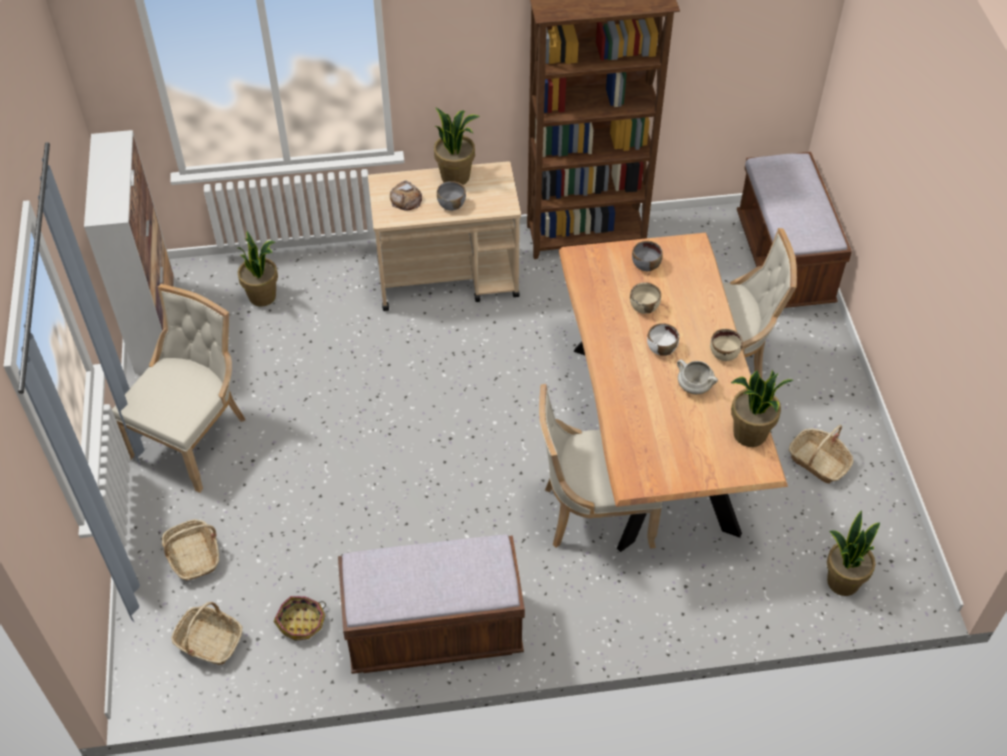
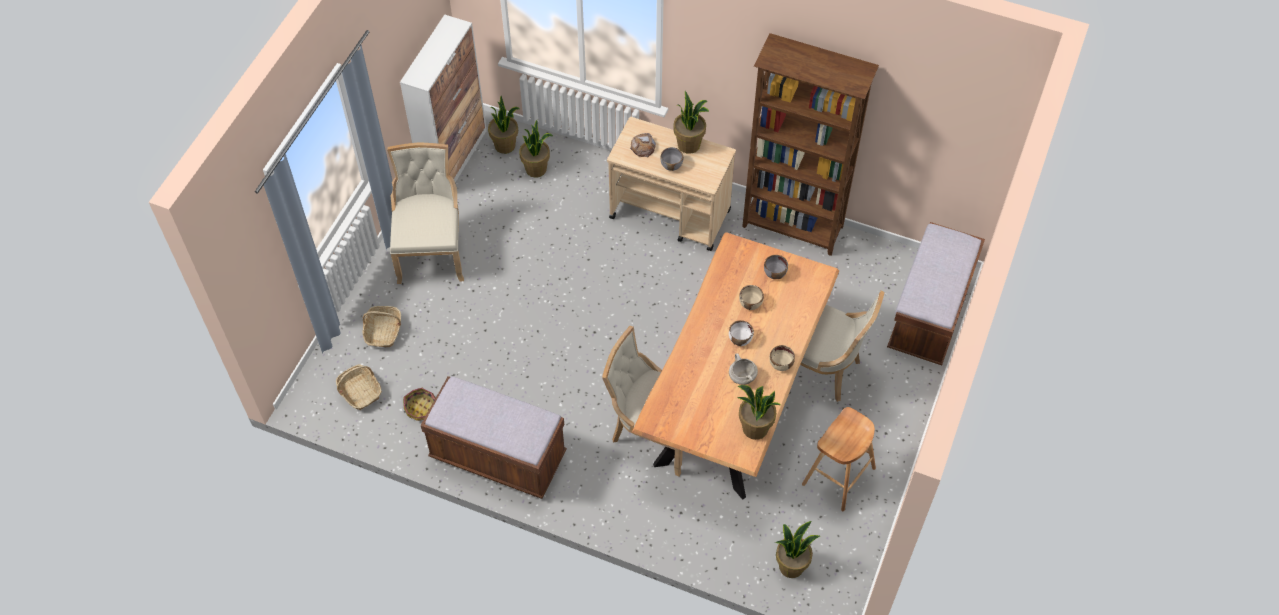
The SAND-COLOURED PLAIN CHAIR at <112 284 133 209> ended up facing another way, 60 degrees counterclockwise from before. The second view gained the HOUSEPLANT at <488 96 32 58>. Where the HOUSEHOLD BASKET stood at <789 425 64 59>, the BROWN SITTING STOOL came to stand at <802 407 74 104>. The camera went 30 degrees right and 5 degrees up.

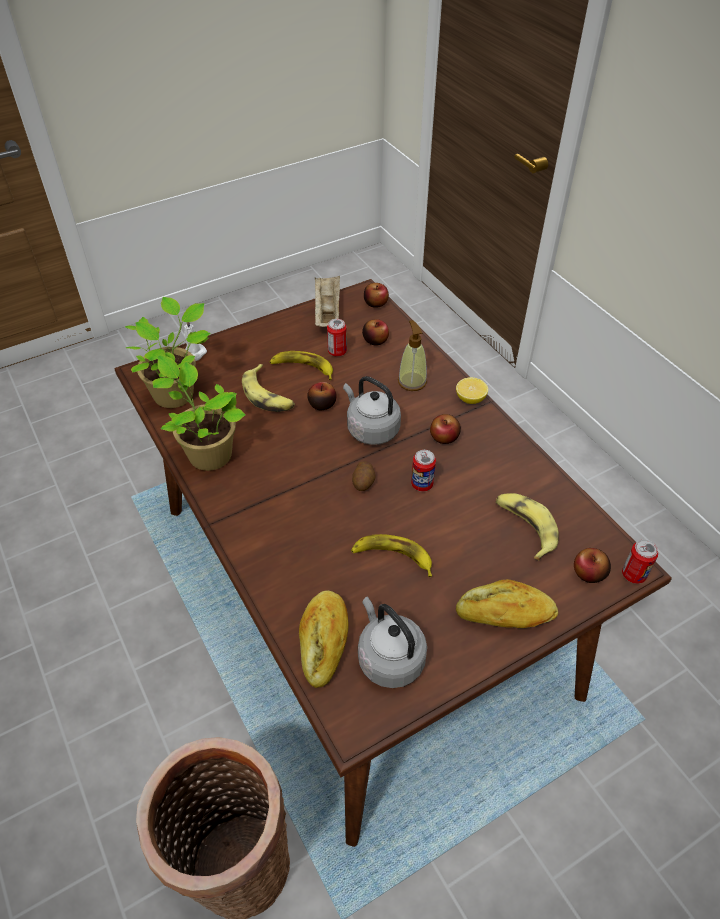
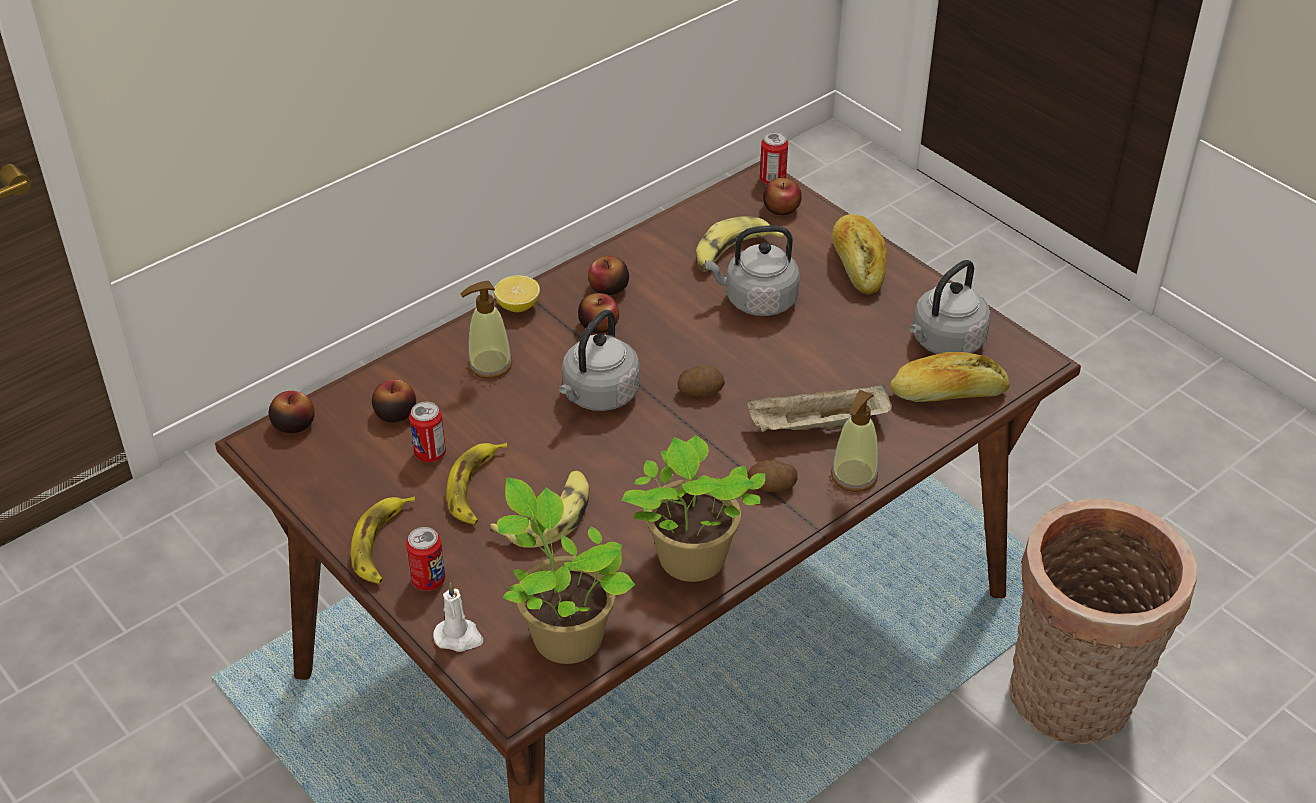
The BANANA FRUIT ended up elsewhere, having gone from <351 534 81 43> to <351 497 64 87>. The CAN ended up elsewhere, having gone from <411 450 25 42> to <406 527 40 64>. The APPLE ended up elsewhere, having gone from <307 382 30 28> to <588 256 41 39>. The second view gained the GREY WATER KETTLE at <705 225 95 91>. The SAND-COLOURED TRAY ended up elsewhere, having gone from <315 276 25 51> to <747 384 145 48>. The second view gained the SPUD at <748 460 50 32>. The second view gained the LIQUID SOAP BOTTLE at <831 390 47 102>. The camera went 100 degrees left and 5 degrees down.

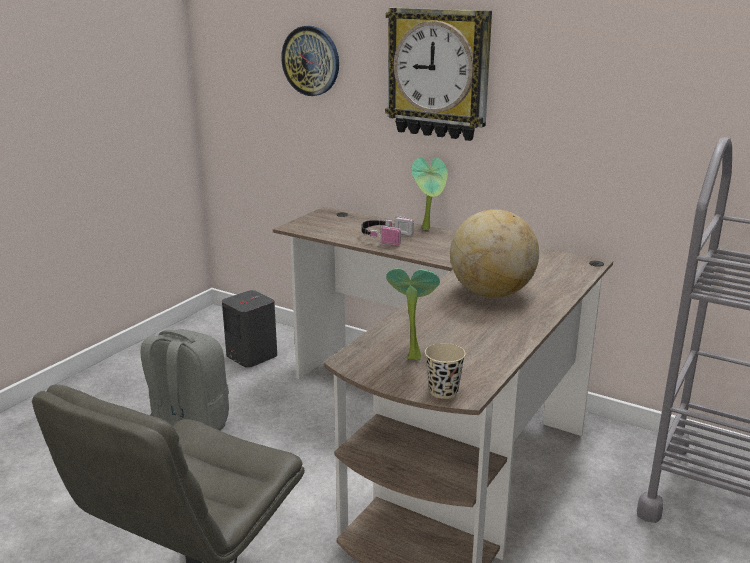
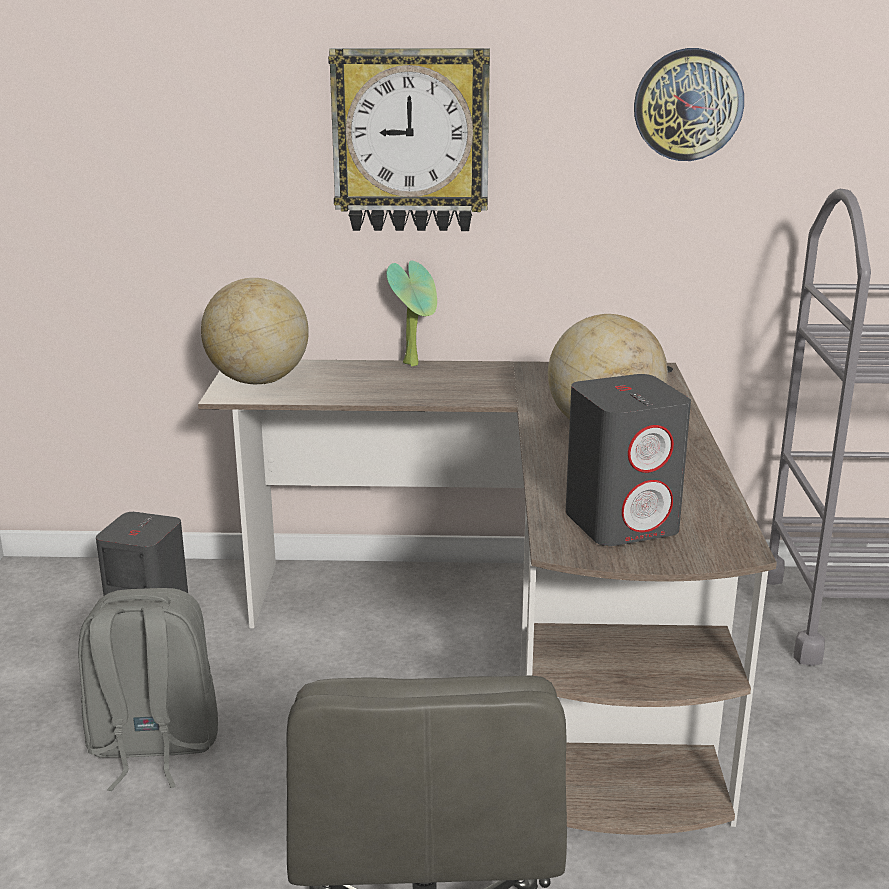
The second view gained the WORLD GLOBE at <201 278 108 106>. Where the HOUSEPLANT stood at <386 268 54 92>, the GREY SPEAKER came to stand at <565 374 126 172>. The HANGING CLOCK ended up elsewhere, having gone from <281 26 58 70> to <634 48 110 113>. The second view lost the HEADSET at <361 216 53 30>. The second view lost the SAND-COLOURED DRINKING CUP at <425 343 41 56>. The camera went 30 degrees left and 0 degrees up.

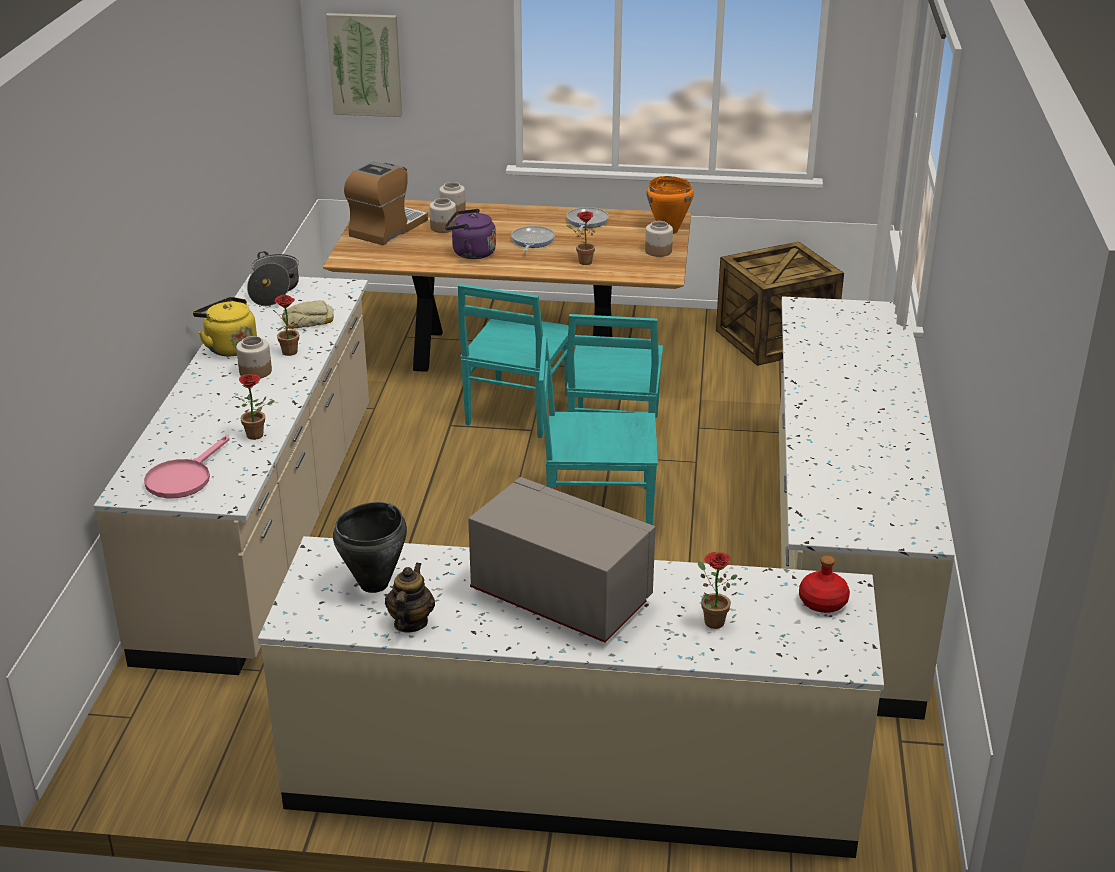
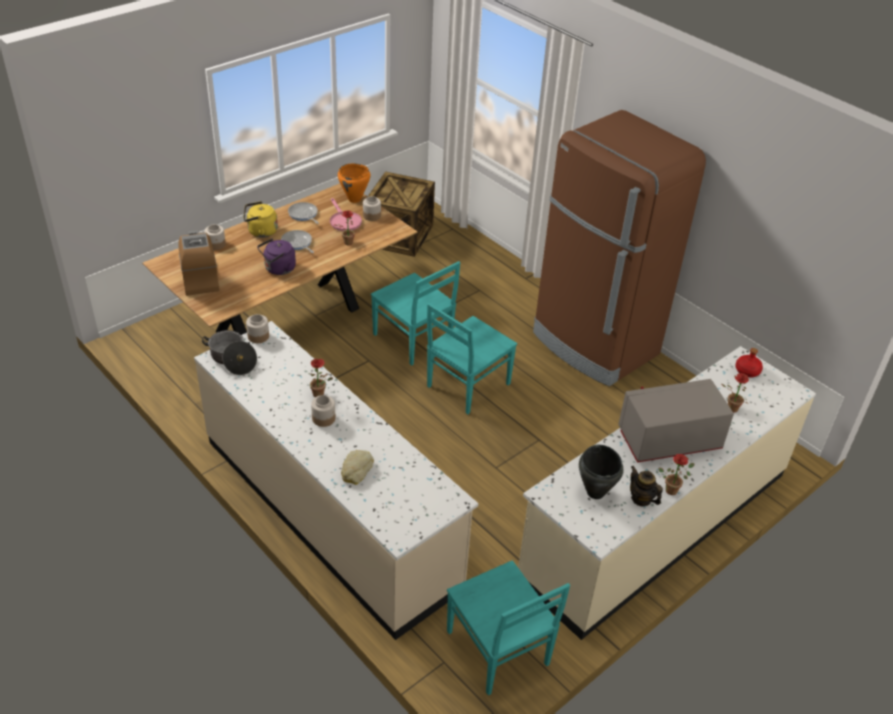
The YELLOW WATER KETTLE ended up elsewhere, having gone from <193 297 64 59> to <244 201 34 37>. The JAR ended up elsewhere, having gone from <429 198 27 35> to <246 314 23 29>. The PINKISH PAN ended up elsewhere, having gone from <144 435 86 63> to <330 198 32 33>. The BAKED BREAD ended up elsewhere, having gone from <282 300 52 29> to <341 450 33 35>. The TURQUOISE PLAIN CHAIR ended up elsewhere, having gone from <458 284 111 154> to <447 560 123 135>. Where the SAND-COLOURED COUNTER stood at <779 296 176 424>, the BROWN KITCHEN FRIDGE came to stand at <533 110 173 276>. The HOUSEPLANT ended up elsewhere, having gone from <235 374 40 66> to <658 454 36 41>. The second view lost the WALL ART at <326 13 76 104>. The camera went 50 degrees left and 10 degrees up.

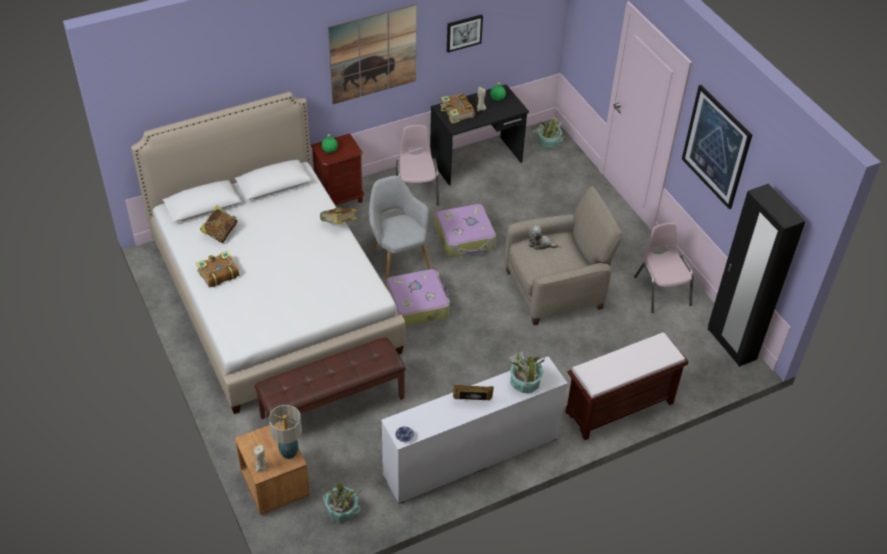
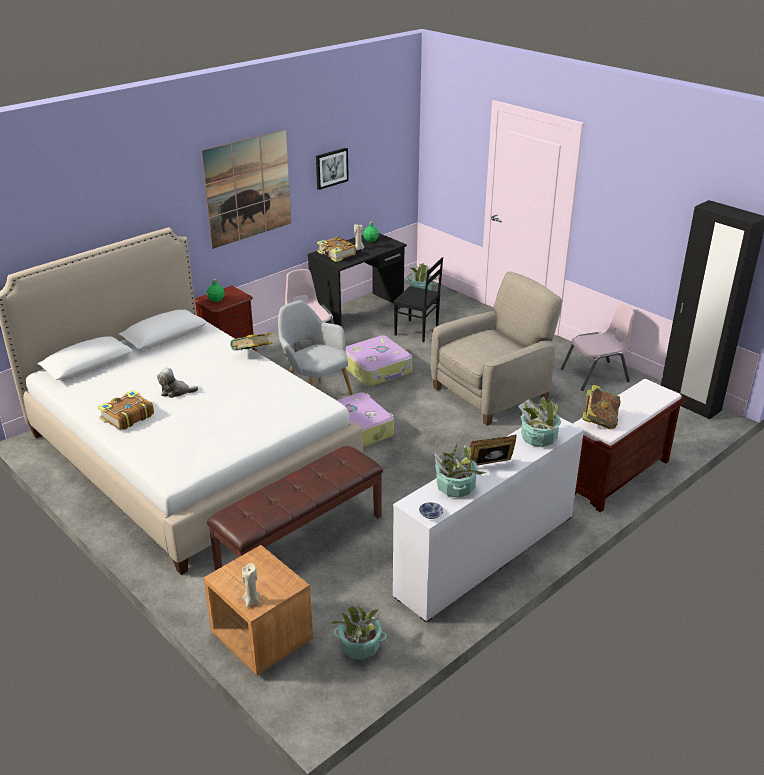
The SOFT TOY ended up elsewhere, having gone from <528 225 30 25> to <157 368 41 30>. The second view gained the BLACK PLAIN CHAIR at <393 257 50 85>. The second view gained the HOUSEPLANT at <435 443 52 55>. The PINKISH PLAIN CHAIR at <634 223 59 90> ended up facing another way, 105 degrees clockwise from before. The BOOK ended up elsewhere, having gone from <200 205 38 38> to <582 384 39 45>. The second view lost the TABLE LAMP at <269 405 33 54>. The second view lost the WALL ART at <682 85 70 124>. The camera went 15 degrees left and 15 degrees down.

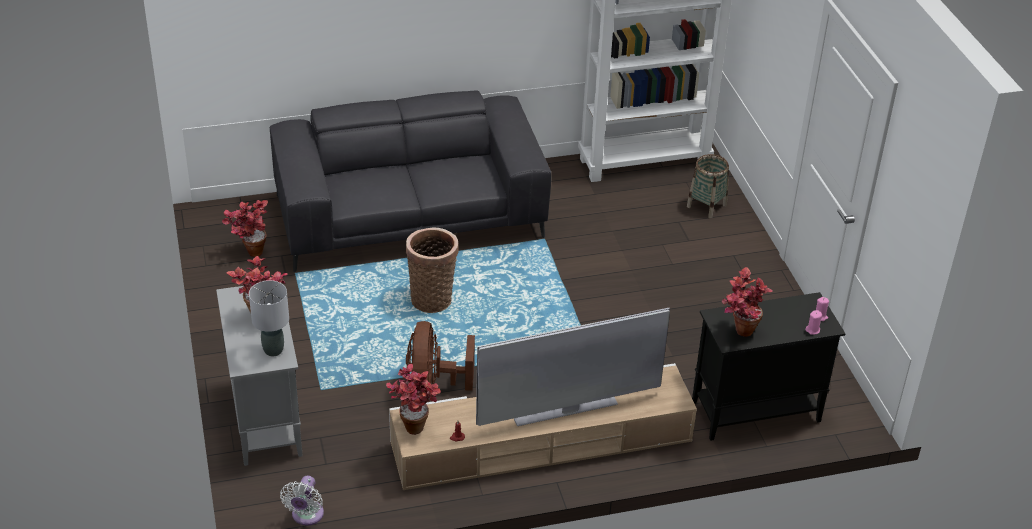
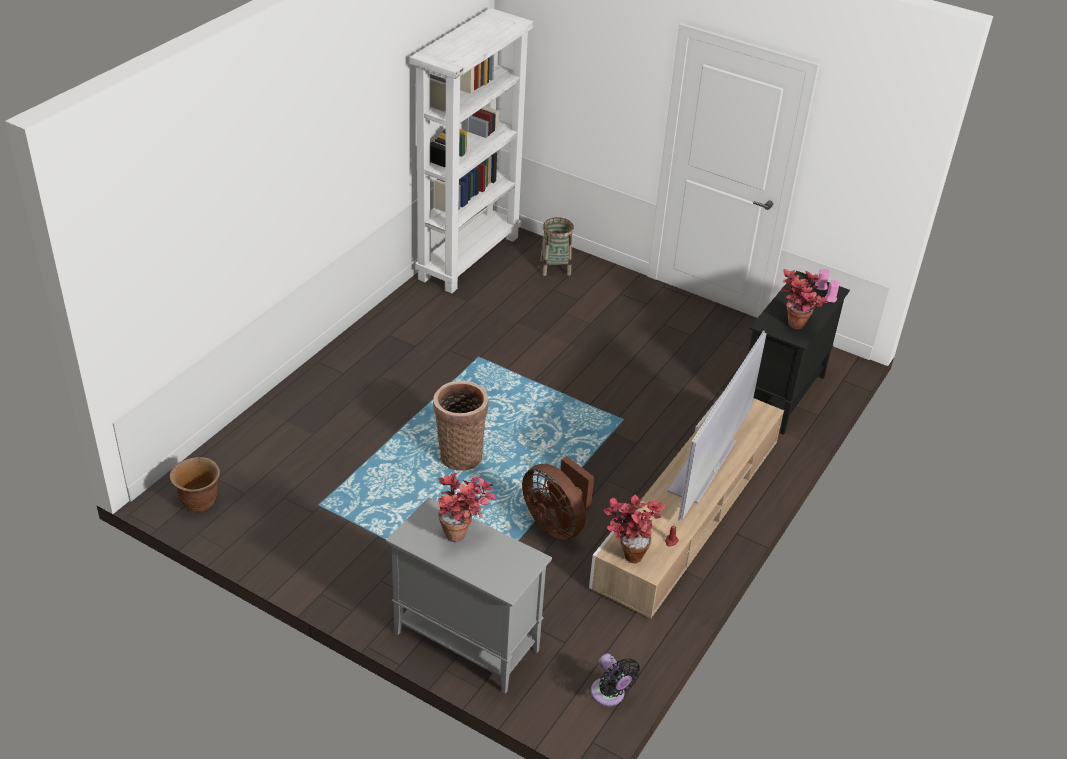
The second view gained the BROWN PLANT POT at <170 457 50 55>. What was the WHITISH ELECTRIC FAN at <280 476 44 49> turned into the BLACK ELECTRIC FAN at <591 654 49 52>. The second view lost the HOUSEPLANT at <222 200 46 57>. The second view lost the GREY TABLE LAMP at <249 280 40 76>. The second view lost the GREY COUCH at <270 90 281 182>. The camera went 45 degrees left and 0 degrees up.

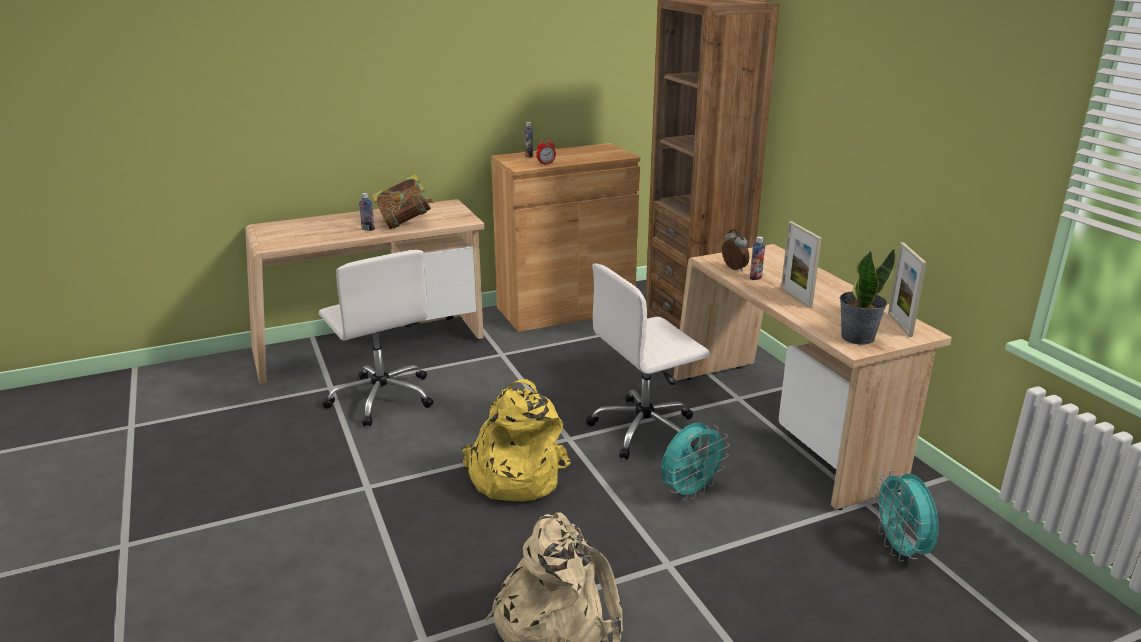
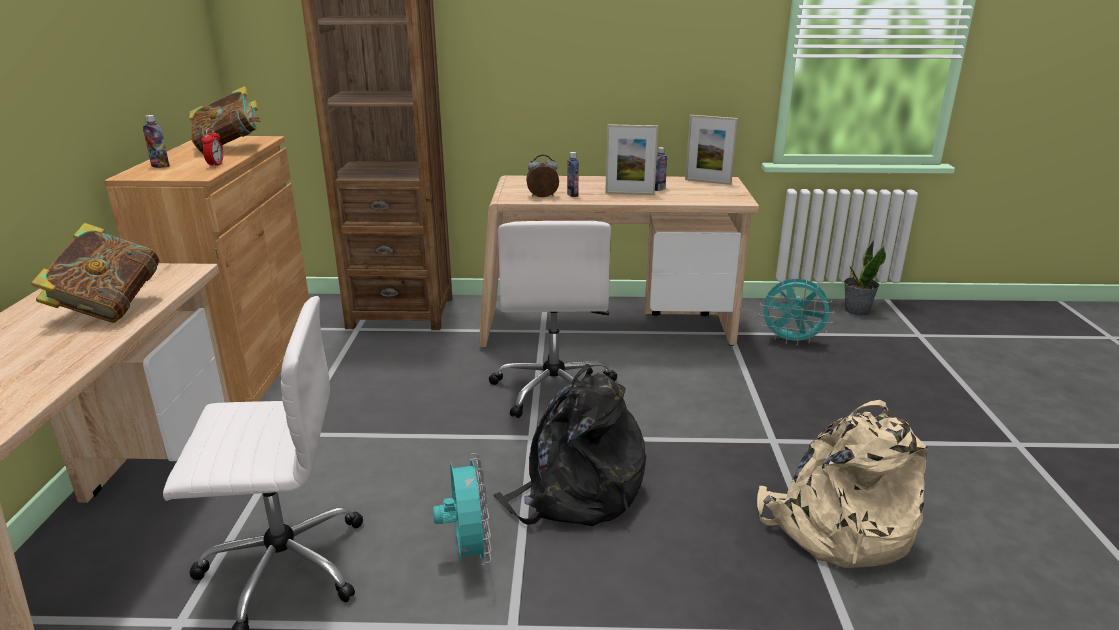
The second view gained the BOOK at <189 86 72 67>. The TURQUOISE ELECTRIC FAN ended up elsewhere, having gone from <661 423 69 78> to <433 453 59 112>. What was the YELLOW BACKPACK at <461 379 110 122> turned into the BLACK BACKPACK at <494 364 152 162>. The BEVERAGE BOTTLE ended up elsewhere, having gone from <359 193 16 38> to <655 147 12 44>. The HOUSEPLANT ended up elsewhere, having gone from <840 249 55 96> to <844 241 42 74>. The camera went 65 degrees left and 0 degrees up.

